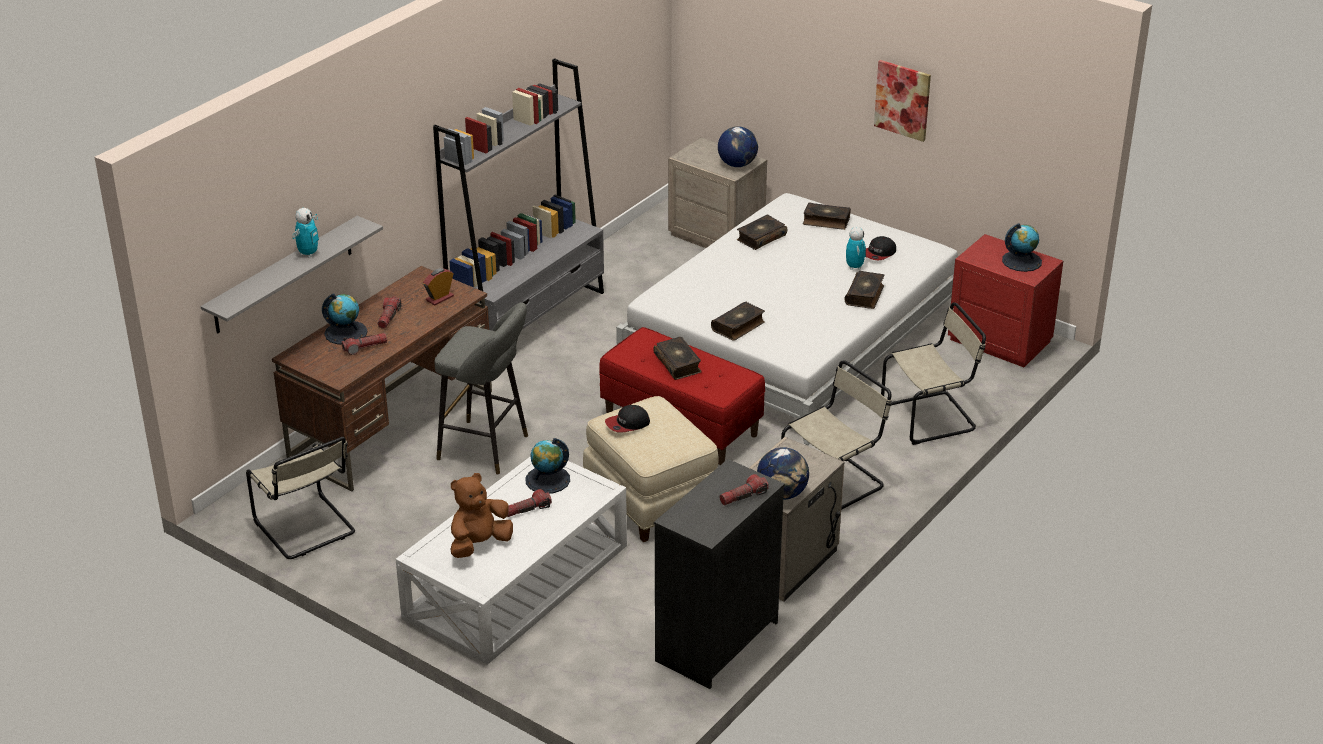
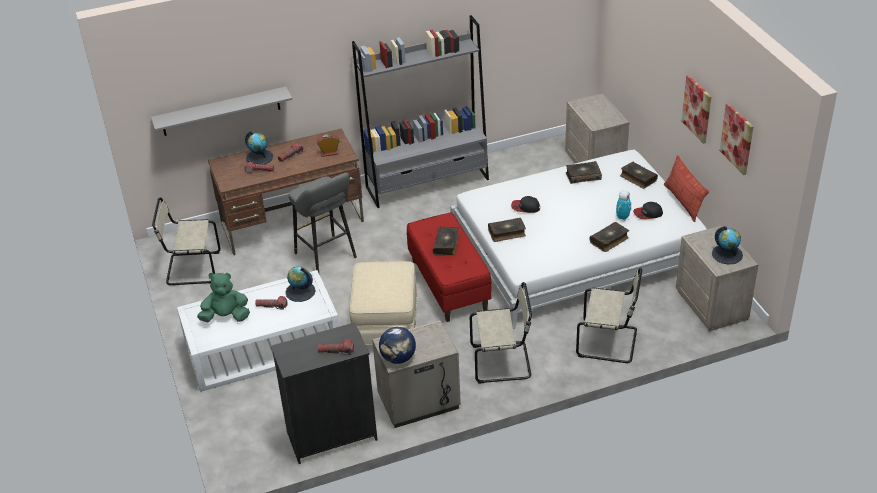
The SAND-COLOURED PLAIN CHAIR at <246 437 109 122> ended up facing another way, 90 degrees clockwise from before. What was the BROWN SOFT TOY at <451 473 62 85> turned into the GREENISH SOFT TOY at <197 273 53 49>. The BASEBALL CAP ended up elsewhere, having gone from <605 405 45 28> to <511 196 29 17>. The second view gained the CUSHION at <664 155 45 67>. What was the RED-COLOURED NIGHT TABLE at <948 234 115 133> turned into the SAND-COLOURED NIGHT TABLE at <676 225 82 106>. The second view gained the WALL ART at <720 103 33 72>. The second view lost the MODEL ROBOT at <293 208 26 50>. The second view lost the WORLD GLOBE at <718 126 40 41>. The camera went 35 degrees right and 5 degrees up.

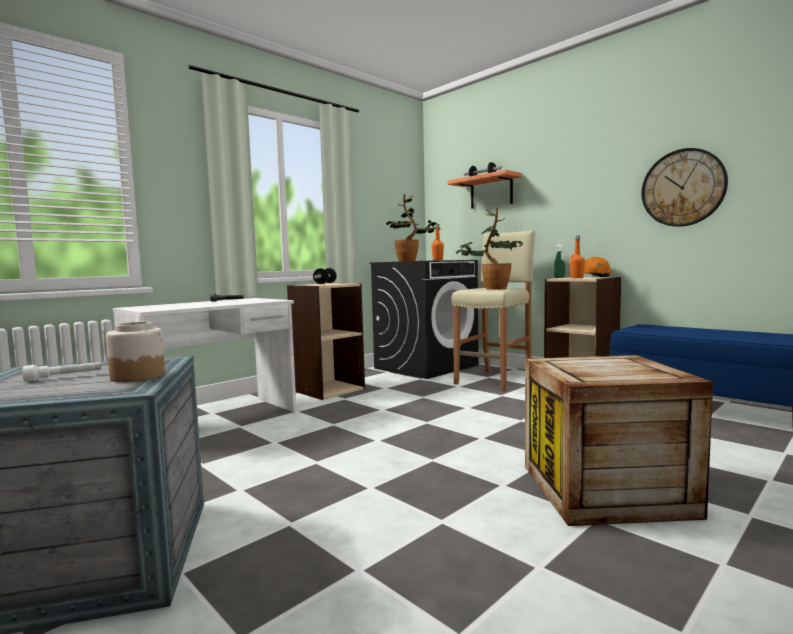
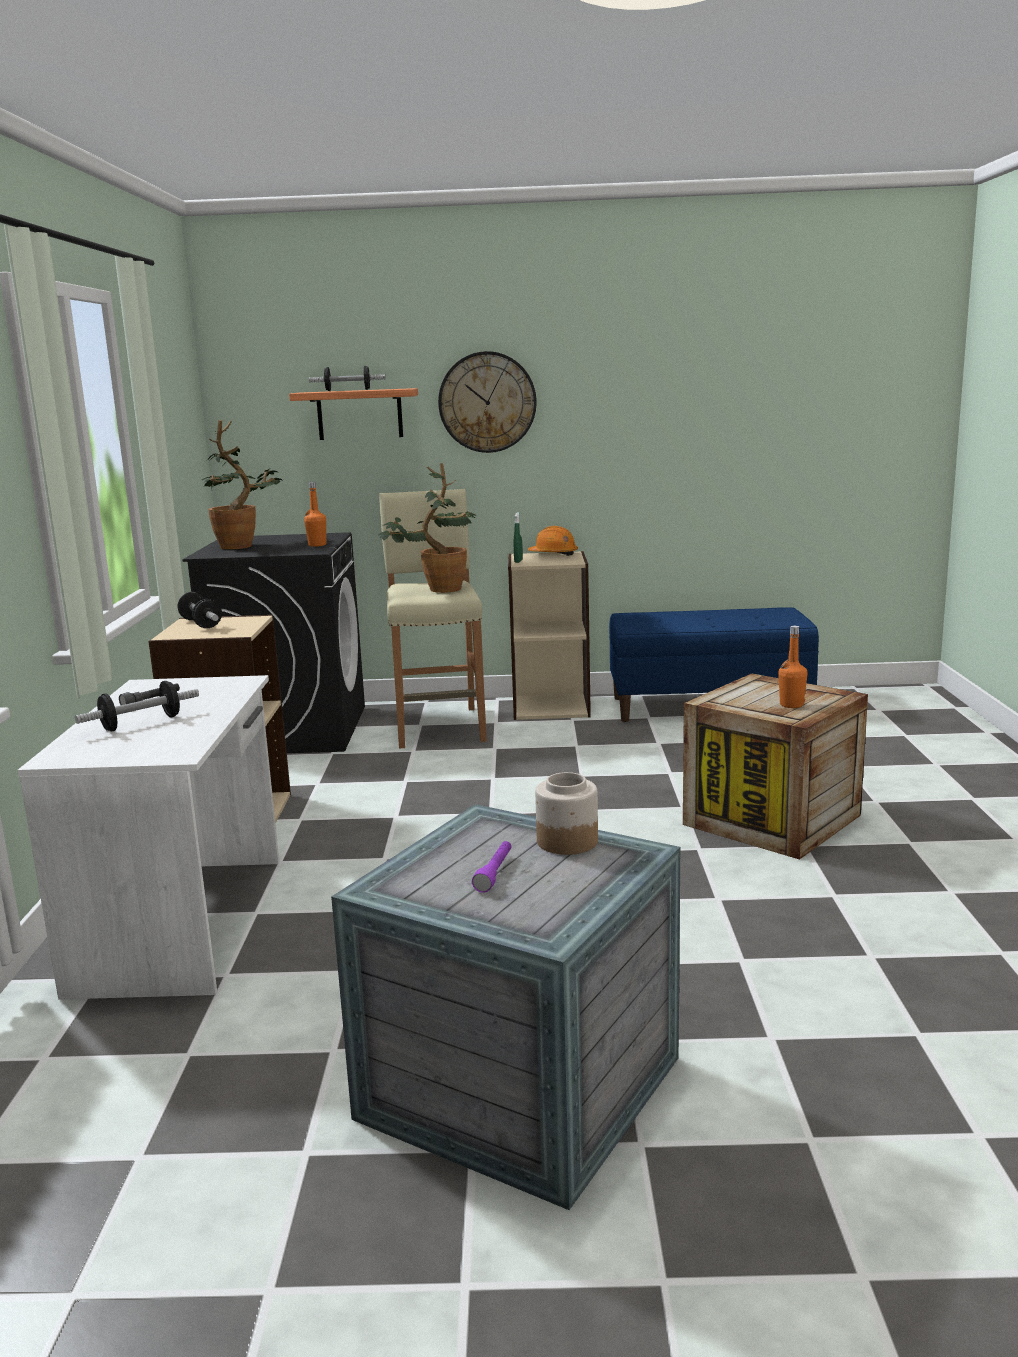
The second view gained the FREE WEIGHT at <75 681 124 50>. The HANGING CLOCK ended up elsewhere, having gone from <642 148 86 79> to <438 351 99 102>. What was the WHITISH FLASHLIGHT at <22 362 79 20> turned into the PURPLISH FLASHLIGHT at <472 841 39 52>. The ORANGE BEVERAGE BOTTLE ended up elsewhere, having gone from <570 236 15 42> to <778 626 30 82>. The camera went 45 degrees left and 10 degrees up.

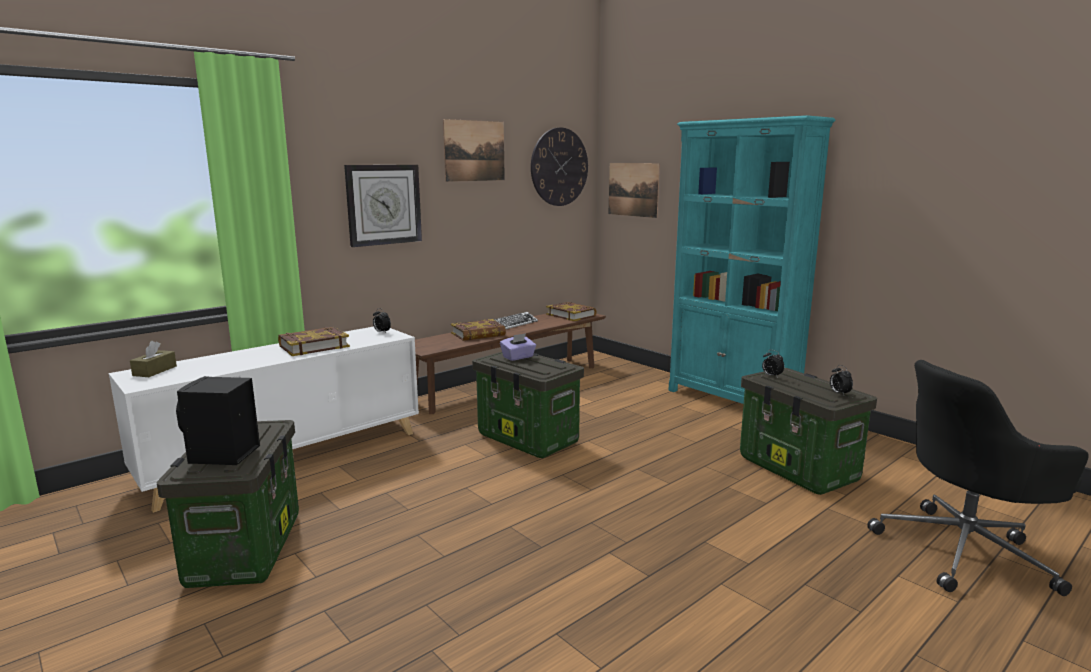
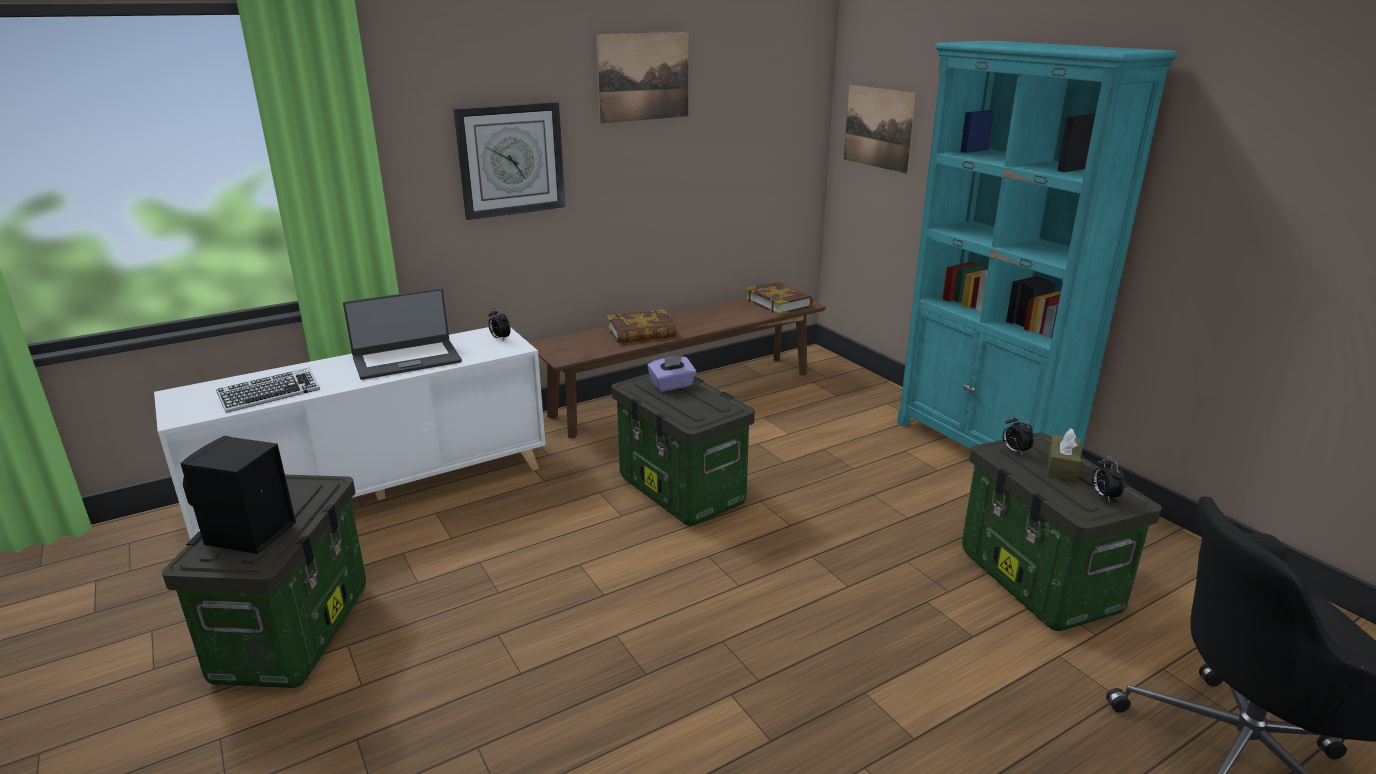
The PC KEYBOARD ended up elsewhere, having gone from <494 312 44 17> to <216 367 104 46>. Where the BOOK stood at <278 327 72 29>, the LAPTOP came to stand at <343 288 119 92>. The BROWN BOX OF TISSUES ended up elsewhere, having gone from <130 341 47 36> to <1047 428 34 53>. The second view lost the HANGING CLOCK at <531 128 57 78>. The camera went 10 degrees right and 10 degrees up.

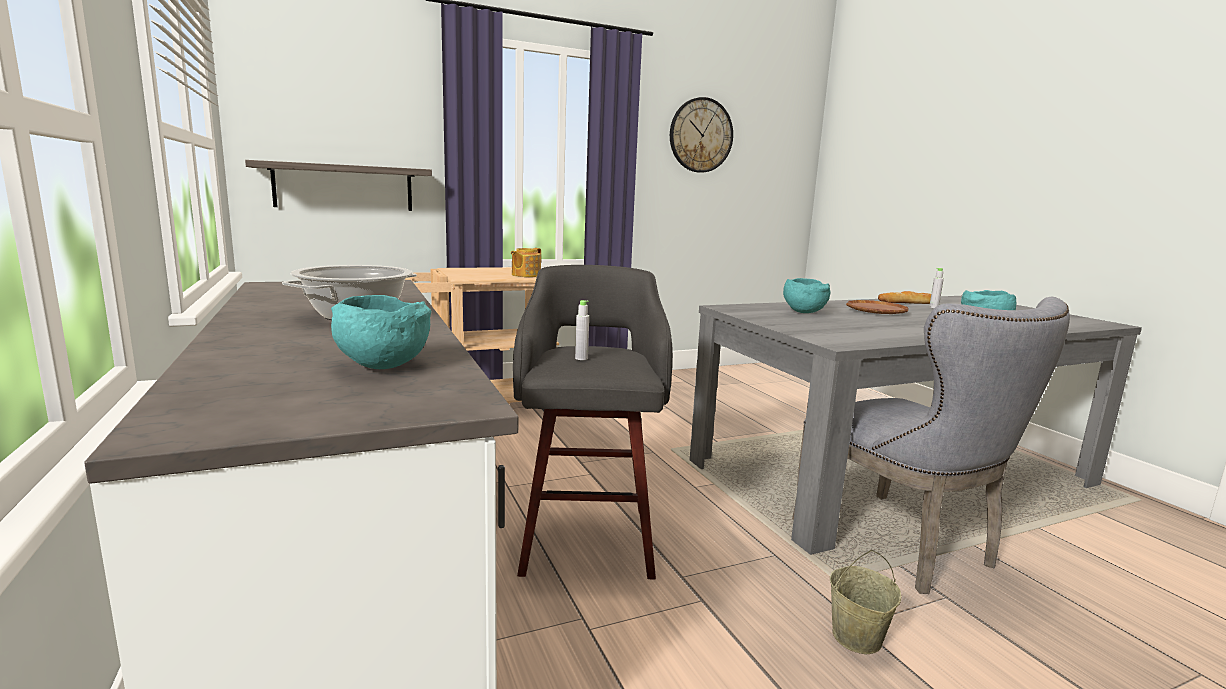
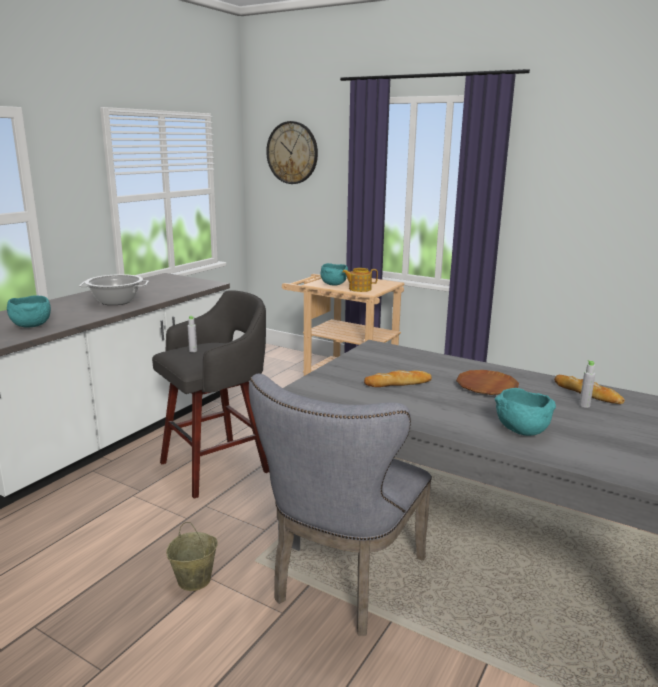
The HANGING CLOCK ended up elsewhere, having gone from <670 97 63 76> to <266 121 52 63>. The TURQUOISE BOWL ended up elsewhere, having gone from <783 278 47 35> to <321 263 27 23>. The second view gained the BAKED BREAD at <364 370 68 17>. The second view lost the SHELF at <245 160 187 51>. The camera went 55 degrees right and 5 degrees up.

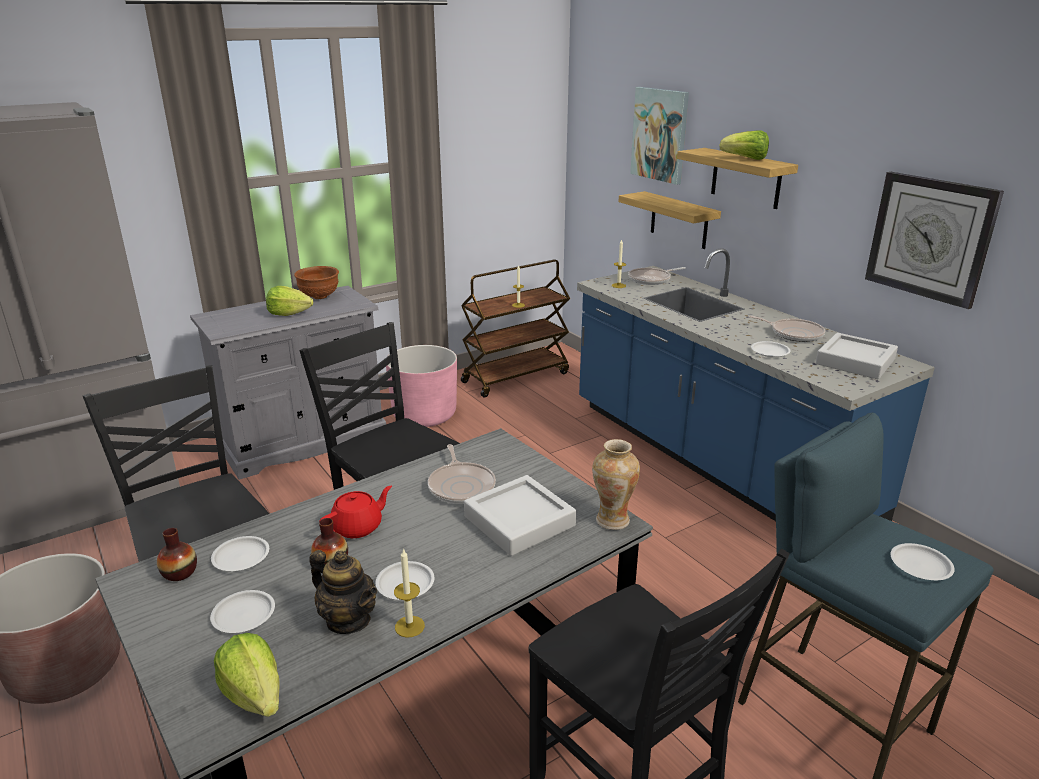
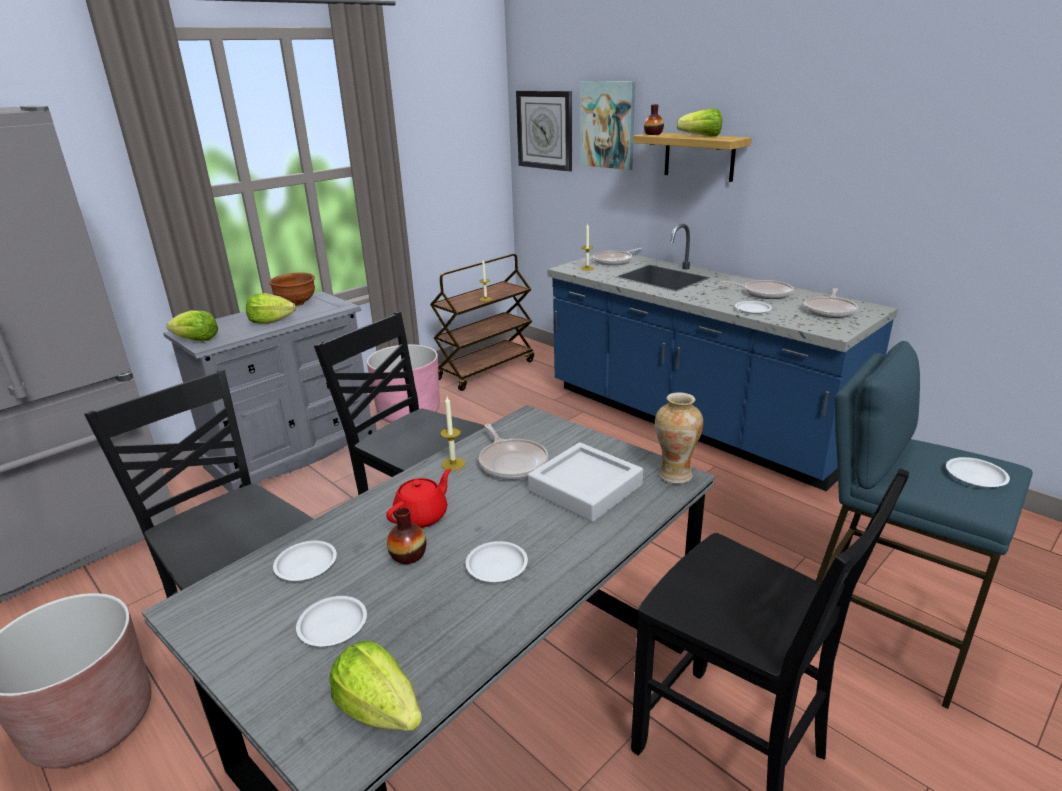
The second view gained the LETTUCE at <166 310 52 31>. The WAX CANDLE ended up elsewhere, having gone from <394 548 31 90> to <440 397 25 74>. The HANGING CLOCK ended up elsewhere, having gone from <865 172 139 137> to <516 91 56 80>. The VASE ended up elsewhere, having gone from <157 528 40 53> to <644 104 20 31>. Where the GREY TRAY stood at <816 333 82 46>, the PAN came to stand at <804 288 54 30>. The second view lost the POT FOR TEA at <309 550 68 84>. The second view lost the SHELF at <619 191 102 58>. The camera went 10 degrees left and 0 degrees up.

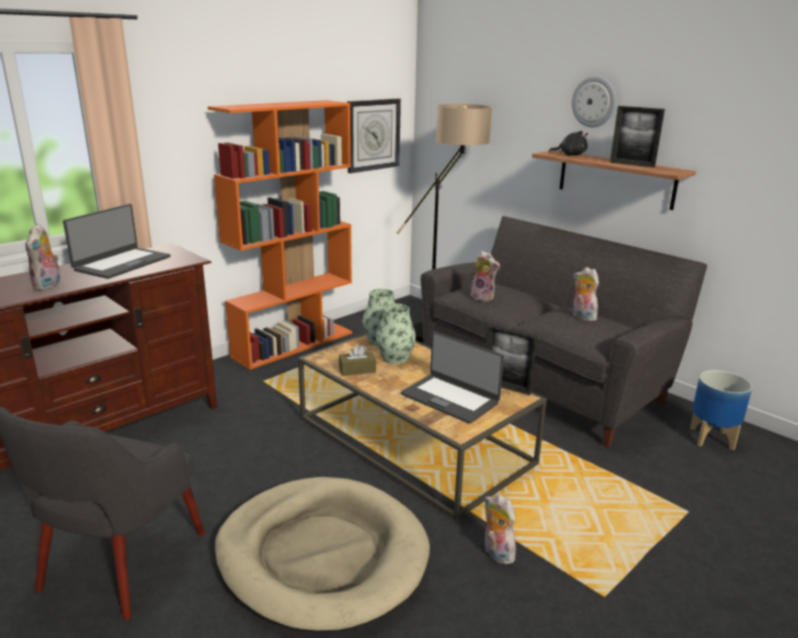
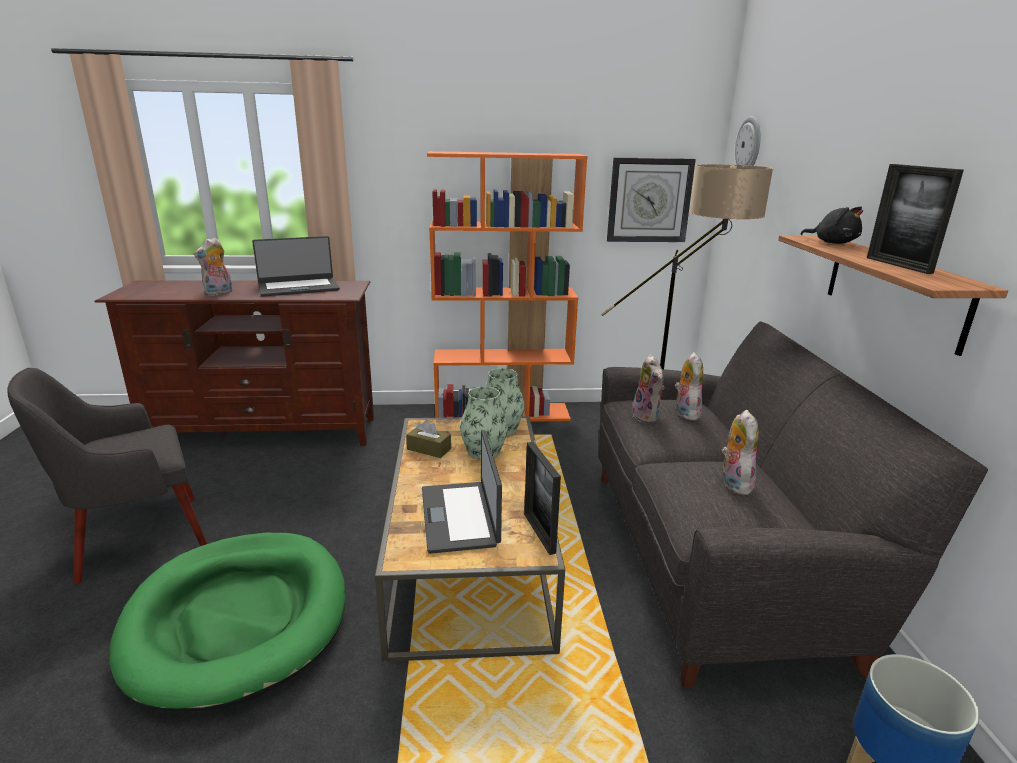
What was the SAND-COLOURED PET BED at <214 477 216 155> turned into the GREENISH PET BED at <109 533 237 178>. The SOFT TOY ended up elsewhere, having gone from <484 494 32 70> to <675 352 28 68>. The HANGING CLOCK ended up elsewhere, having gone from <572 76 44 51> to <735 116 26 50>. The camera went 40 degrees right and 0 degrees up.

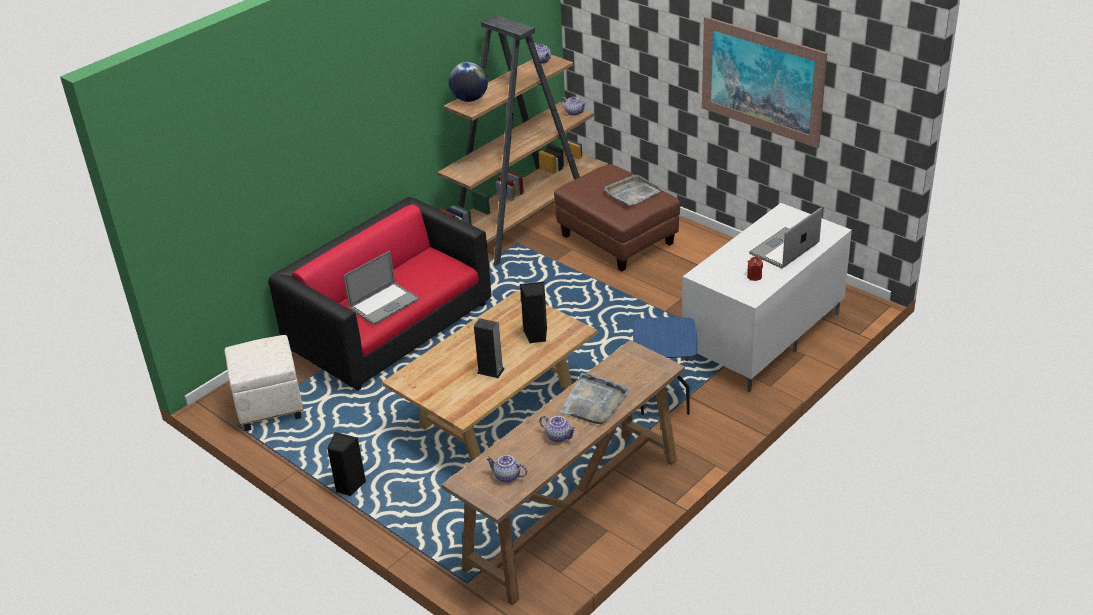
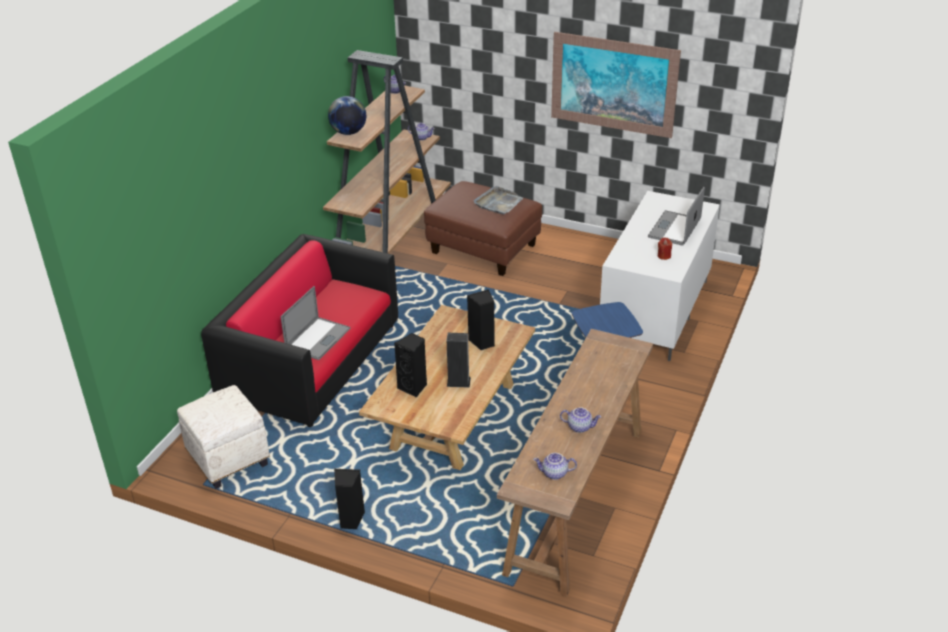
The second view gained the BLACK SPEAKER at <394 333 33 65>. The second view lost the GREY TRAY at <560 373 69 51>. The camera went 20 degrees left and 0 degrees up.

